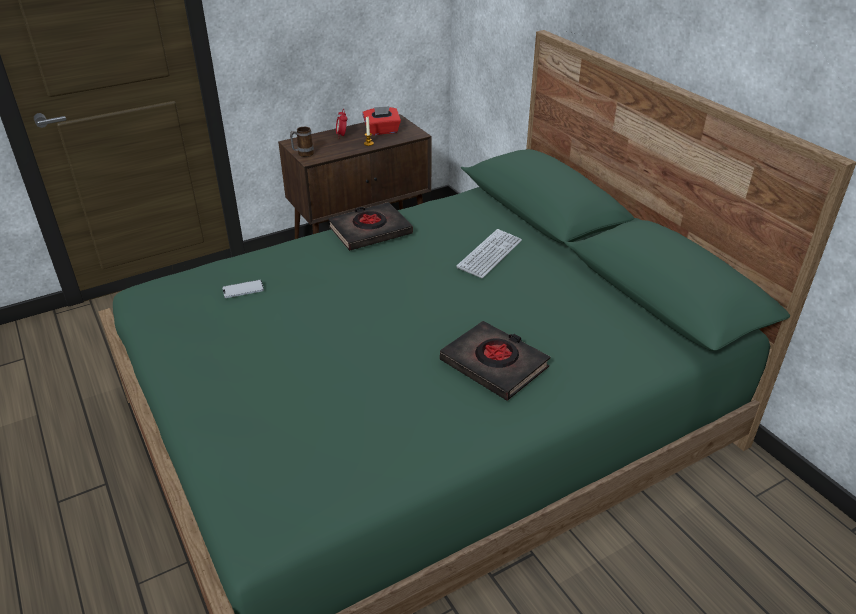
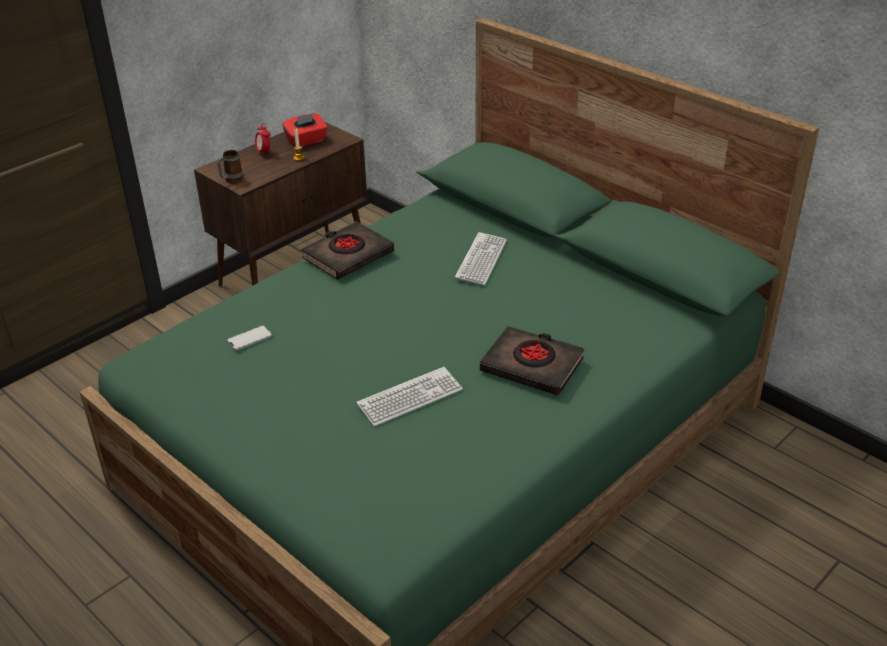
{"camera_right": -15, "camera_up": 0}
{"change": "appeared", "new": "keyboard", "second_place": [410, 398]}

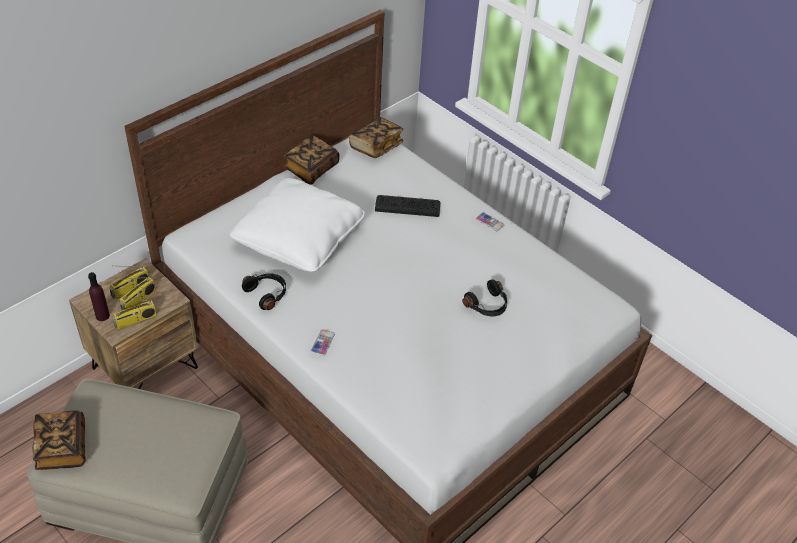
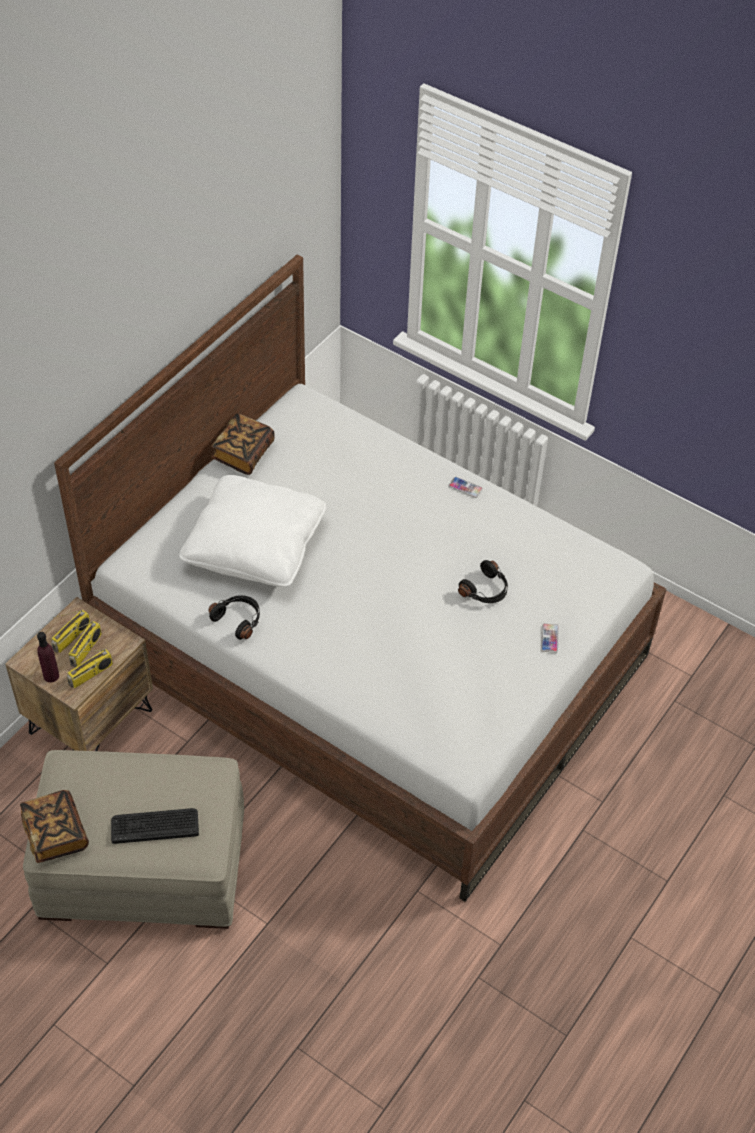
{"camera_right": -10, "camera_up": 5}
{"change": "missing", "old": "book", "first_place": [376, 146]}
{"change": "relocated", "old": "phone", "first_place": [322, 343], "second_place": [549, 638]}
{"change": "relocated", "old": "keyboard", "first_place": [407, 206], "second_place": [155, 826]}

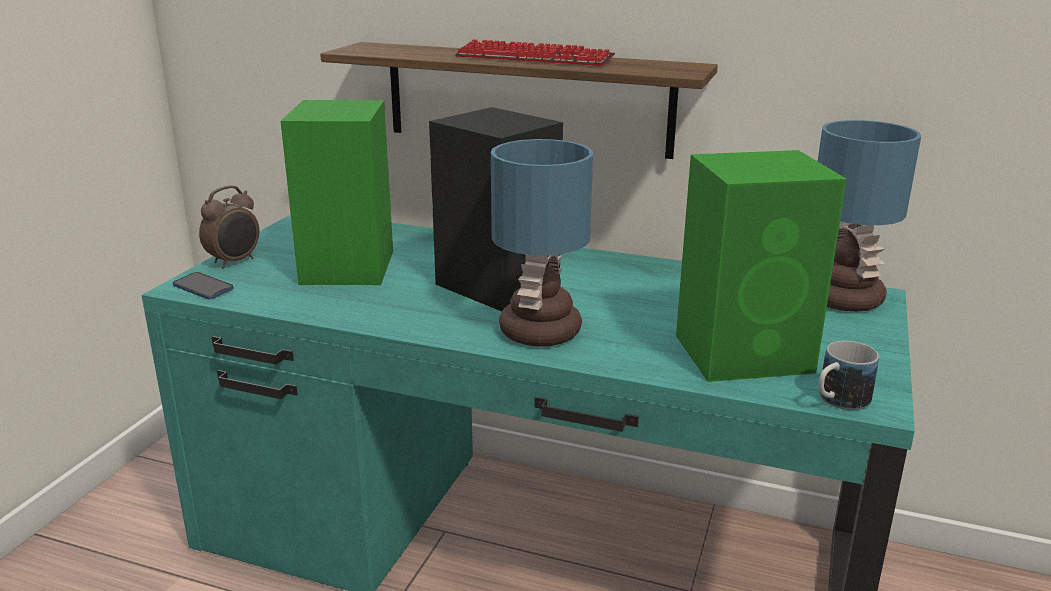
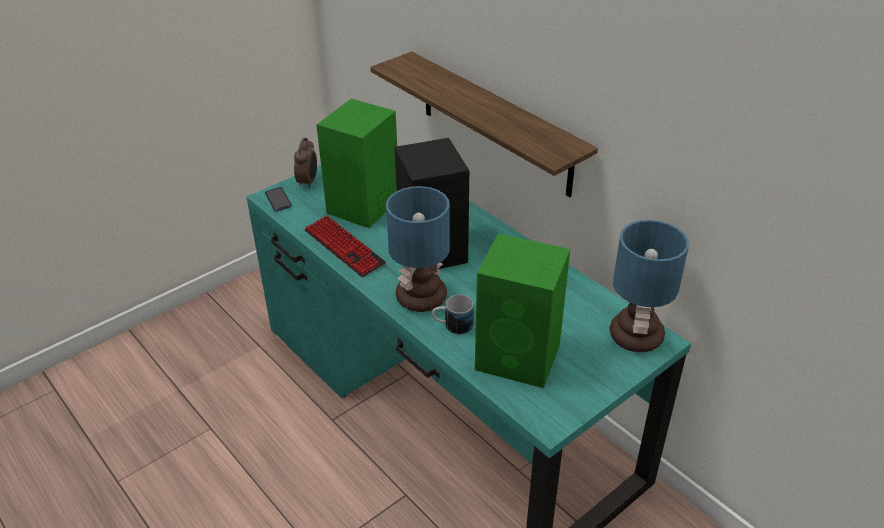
{"camera_right": 30, "camera_up": 15}
{"change": "relocated", "old": "keyboard", "first_place": [534, 58], "second_place": [344, 247]}
{"change": "relocated", "old": "mug", "first_place": [837, 401], "second_place": [452, 326]}
{"change": "spun", "old": "alarm clock", "first_place": [235, 262], "second_place": [308, 182], "degrees": -60}

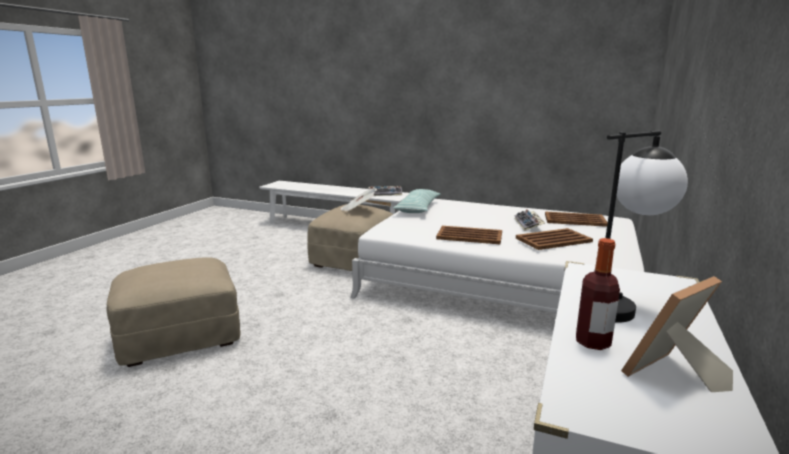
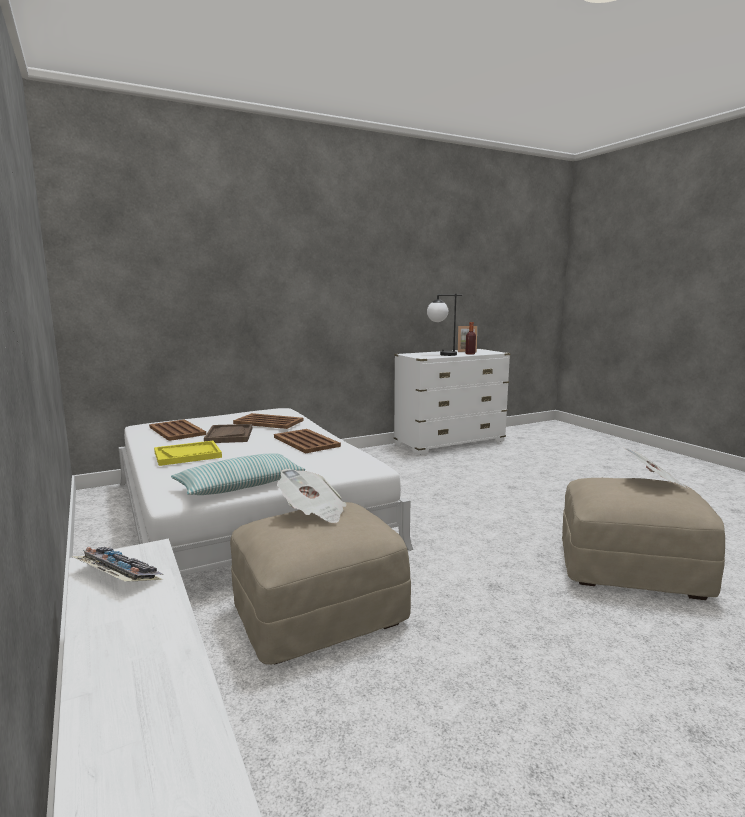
{"camera_right": -140, "camera_up": -5}
{"change": "appeared", "new": "tray/yellow", "second_place": [188, 455]}
{"change": "appeared", "new": "newspaper", "second_place": [654, 483]}
{"change": "exchanged", "old": "keyboard", "new": "tray/brown", "first_place": [529, 224], "second_place": [229, 435]}

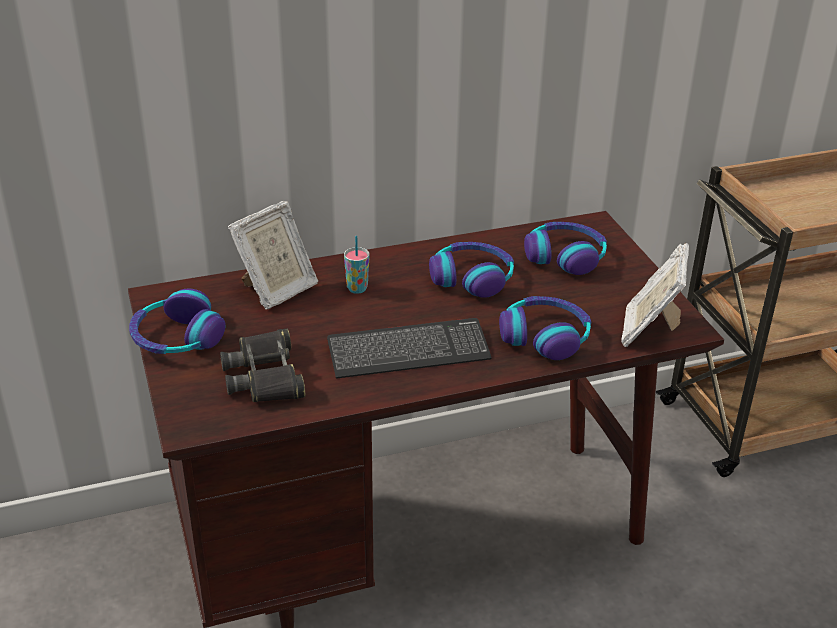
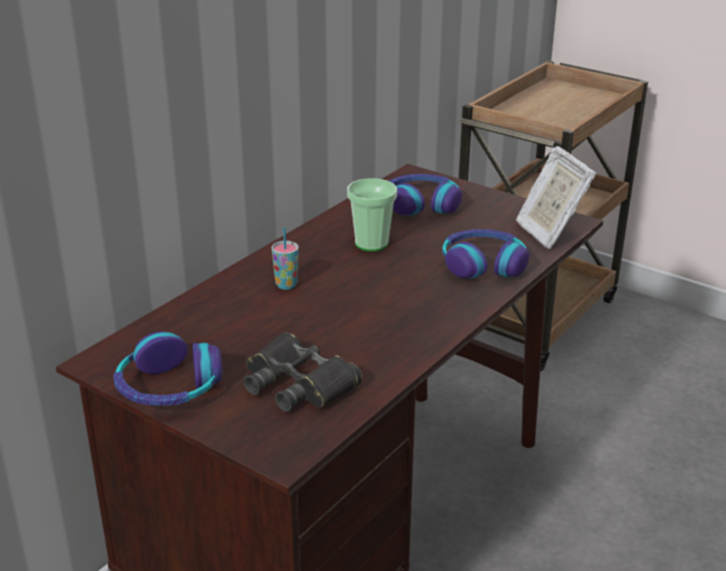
{"camera_right": -35, "camera_up": -5}
{"change": "missing", "old": "picture frame", "first_place": [276, 290]}
{"change": "missing", "old": "keyboard", "first_place": [408, 351]}
{"change": "exchanged", "old": "headphones", "new": "cup", "first_place": [472, 278], "second_place": [371, 243]}

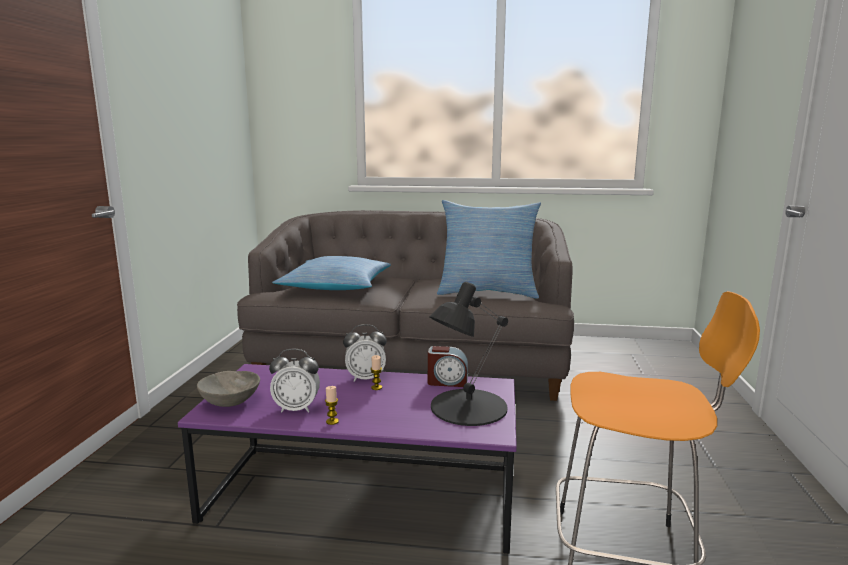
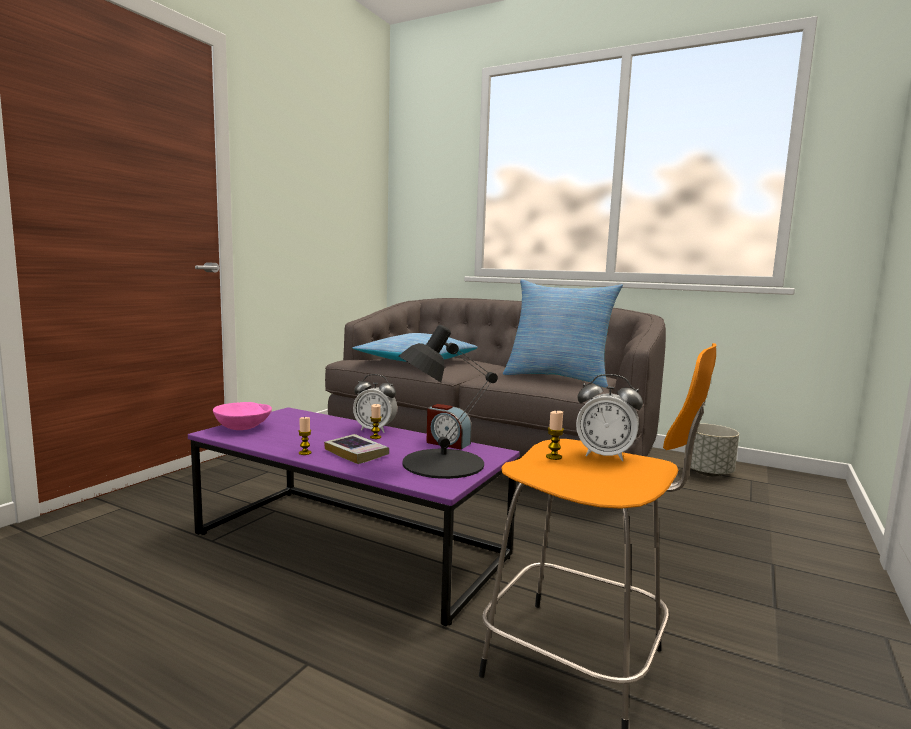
{"camera_right": 20, "camera_up": -5}
{"change": "appeared", "new": "book", "second_place": [356, 453]}
{"change": "appeared", "new": "candle", "second_place": [553, 457]}
{"change": "appeared", "new": "planter/grey", "second_place": [708, 472]}
{"change": "relocated", "old": "alarm clock", "first_place": [296, 408], "second_place": [605, 456]}
{"change": "colour", "old": "bowl/grey", "new": "bowl/pink", "first_place": [229, 401], "second_place": [242, 428]}

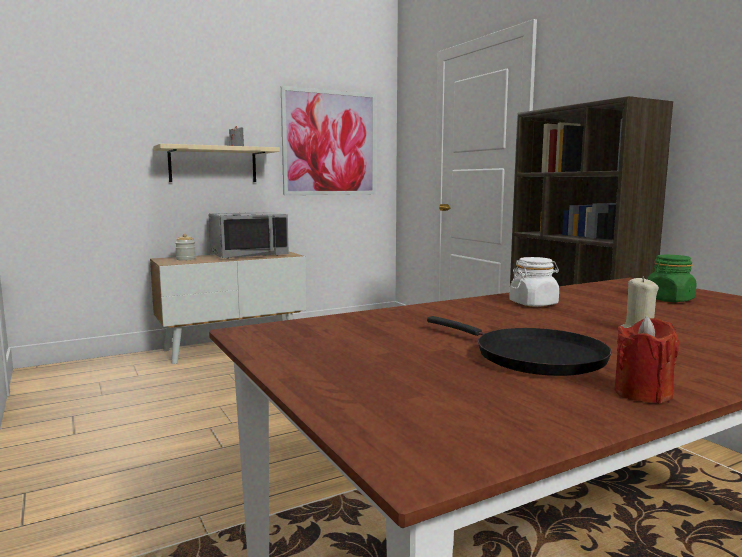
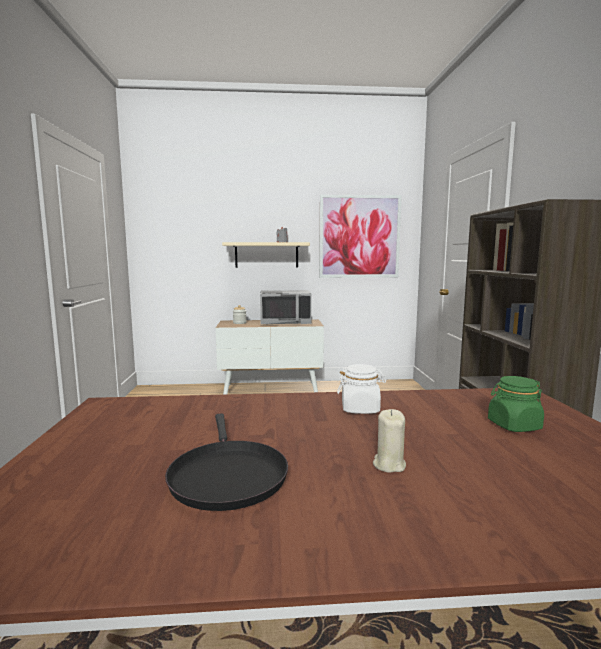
{"camera_right": 25, "camera_up": 0}
{"change": "missing", "old": "candle/red", "first_place": [642, 393]}

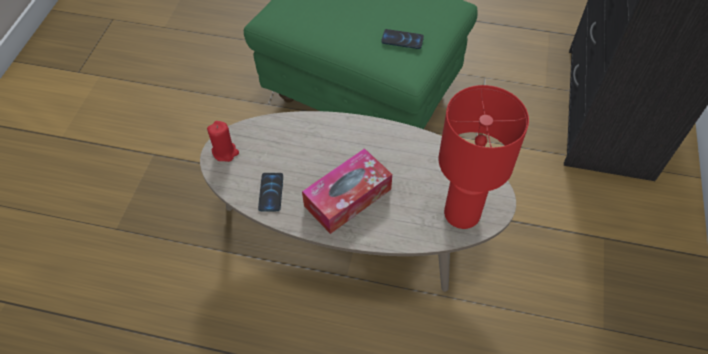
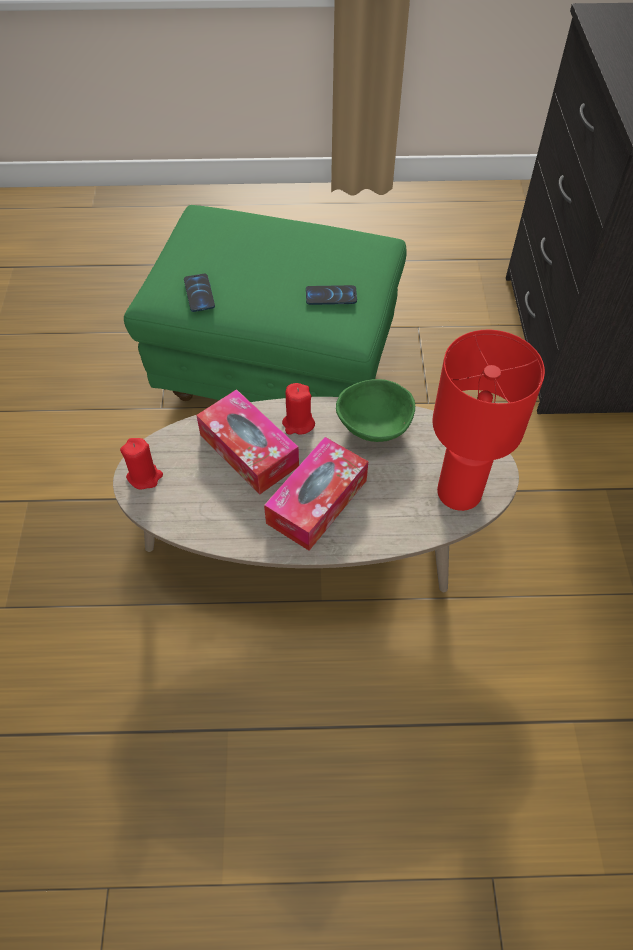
{"camera_right": -15, "camera_up": 0}
{"change": "appeared", "new": "tissue box", "second_place": [249, 450]}
{"change": "appeared", "new": "candle/red", "second_place": [298, 423]}
{"change": "appeared", "new": "bowl/green", "second_place": [373, 426]}
{"change": "relocated", "old": "phone", "first_place": [271, 192], "second_place": [199, 293]}

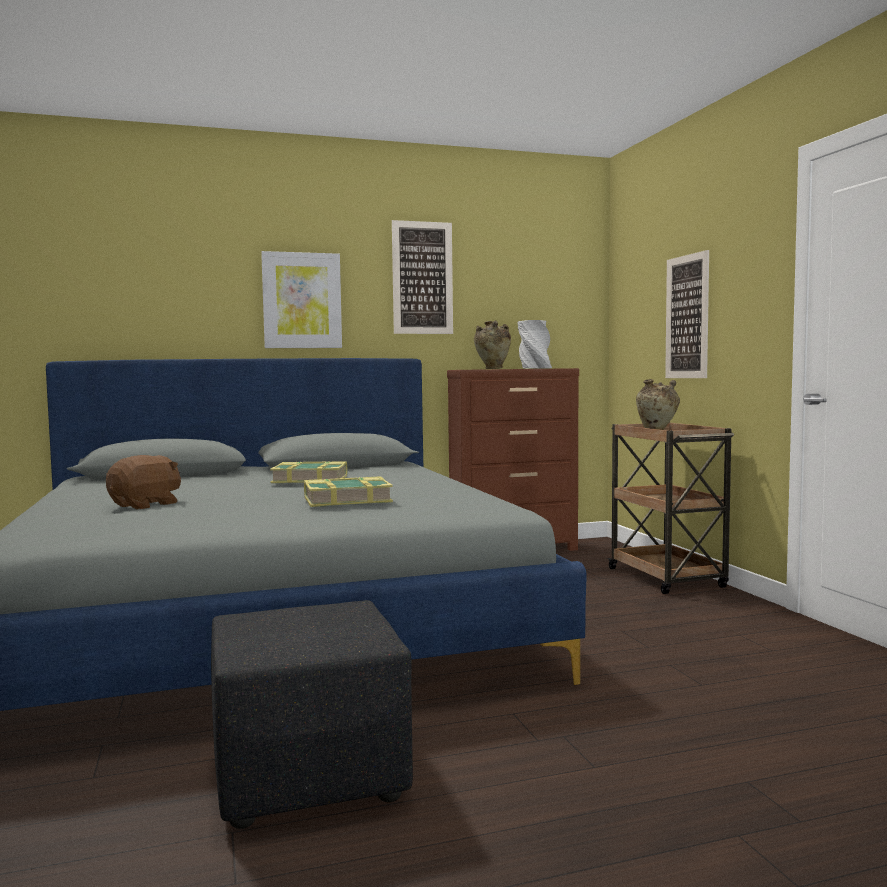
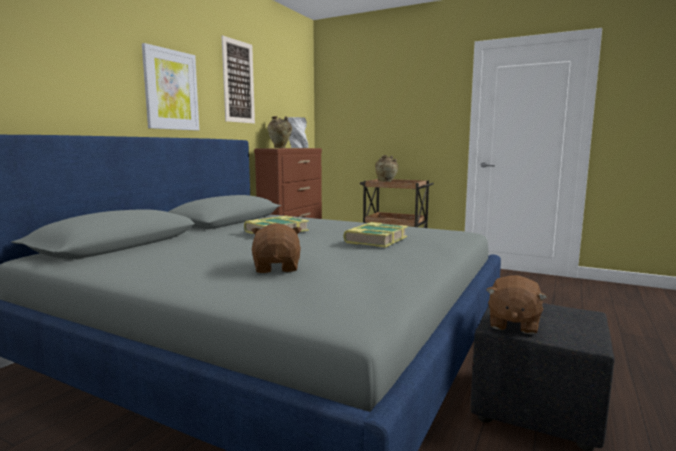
{"camera_right": -45, "camera_up": 5}
{"change": "missing", "old": "picture", "first_place": [687, 317]}
{"change": "appeared", "new": "plush toy/brown", "second_place": [512, 324]}

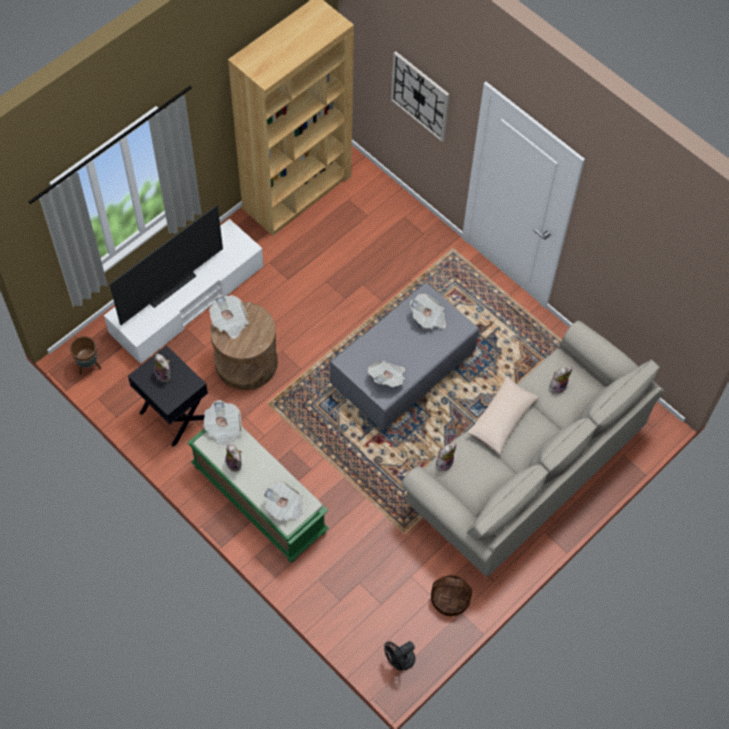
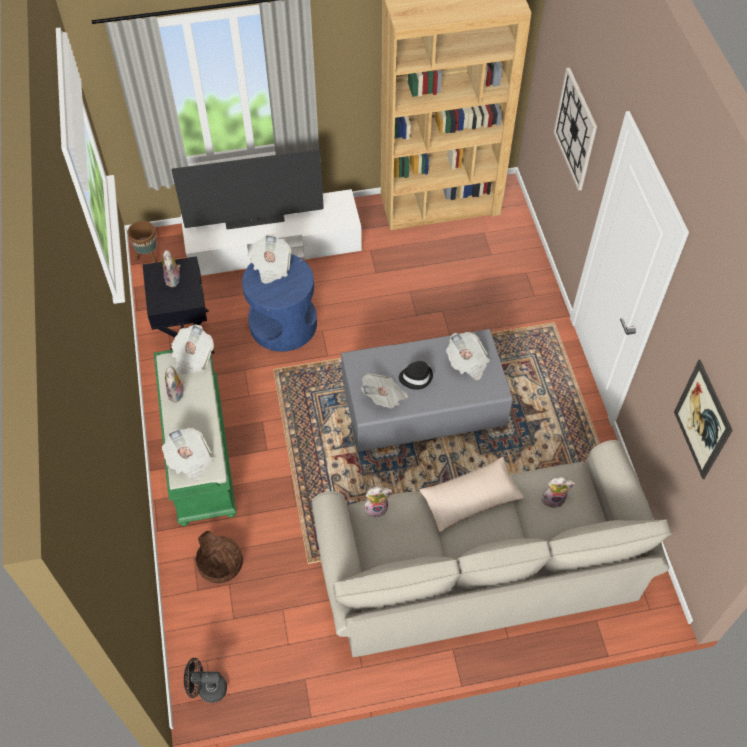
{"camera_right": 35, "camera_up": -5}
{"change": "appeared", "new": "hat/black", "second_place": [416, 377]}
{"change": "appeared", "new": "picture", "second_place": [702, 420]}
{"change": "relocated", "old": "basket", "first_place": [449, 599], "second_place": [220, 564]}
{"change": "colour", "old": "side table/brown", "new": "side table/blue", "first_place": [246, 362], "second_place": [283, 323]}

